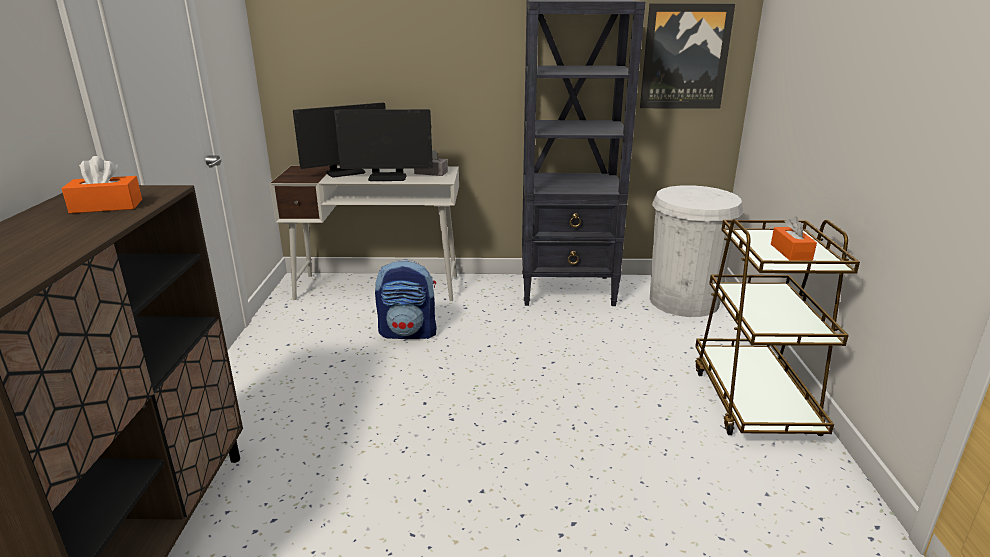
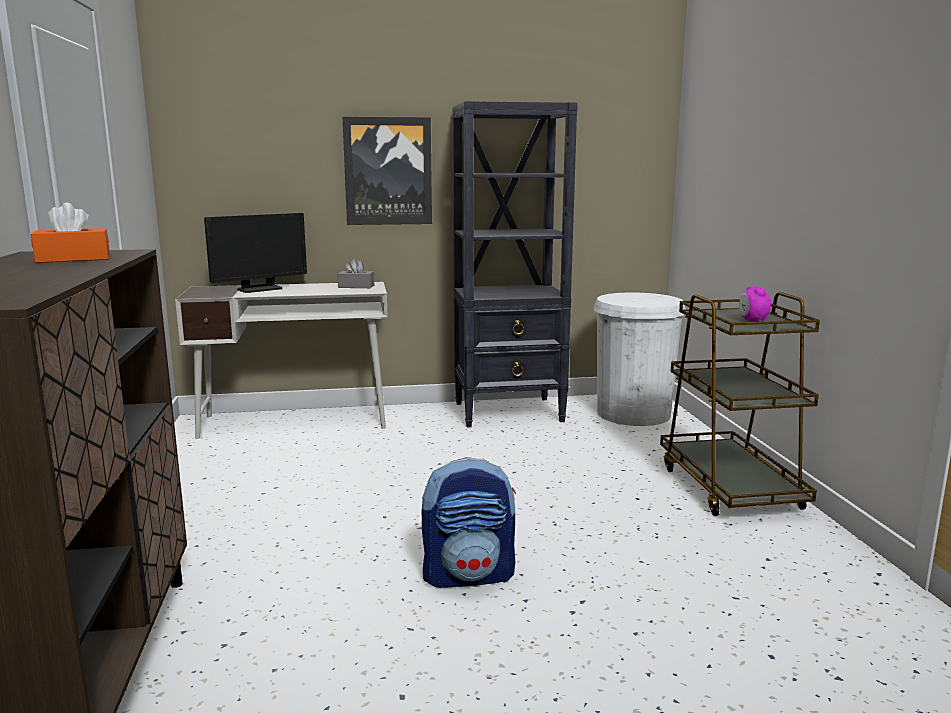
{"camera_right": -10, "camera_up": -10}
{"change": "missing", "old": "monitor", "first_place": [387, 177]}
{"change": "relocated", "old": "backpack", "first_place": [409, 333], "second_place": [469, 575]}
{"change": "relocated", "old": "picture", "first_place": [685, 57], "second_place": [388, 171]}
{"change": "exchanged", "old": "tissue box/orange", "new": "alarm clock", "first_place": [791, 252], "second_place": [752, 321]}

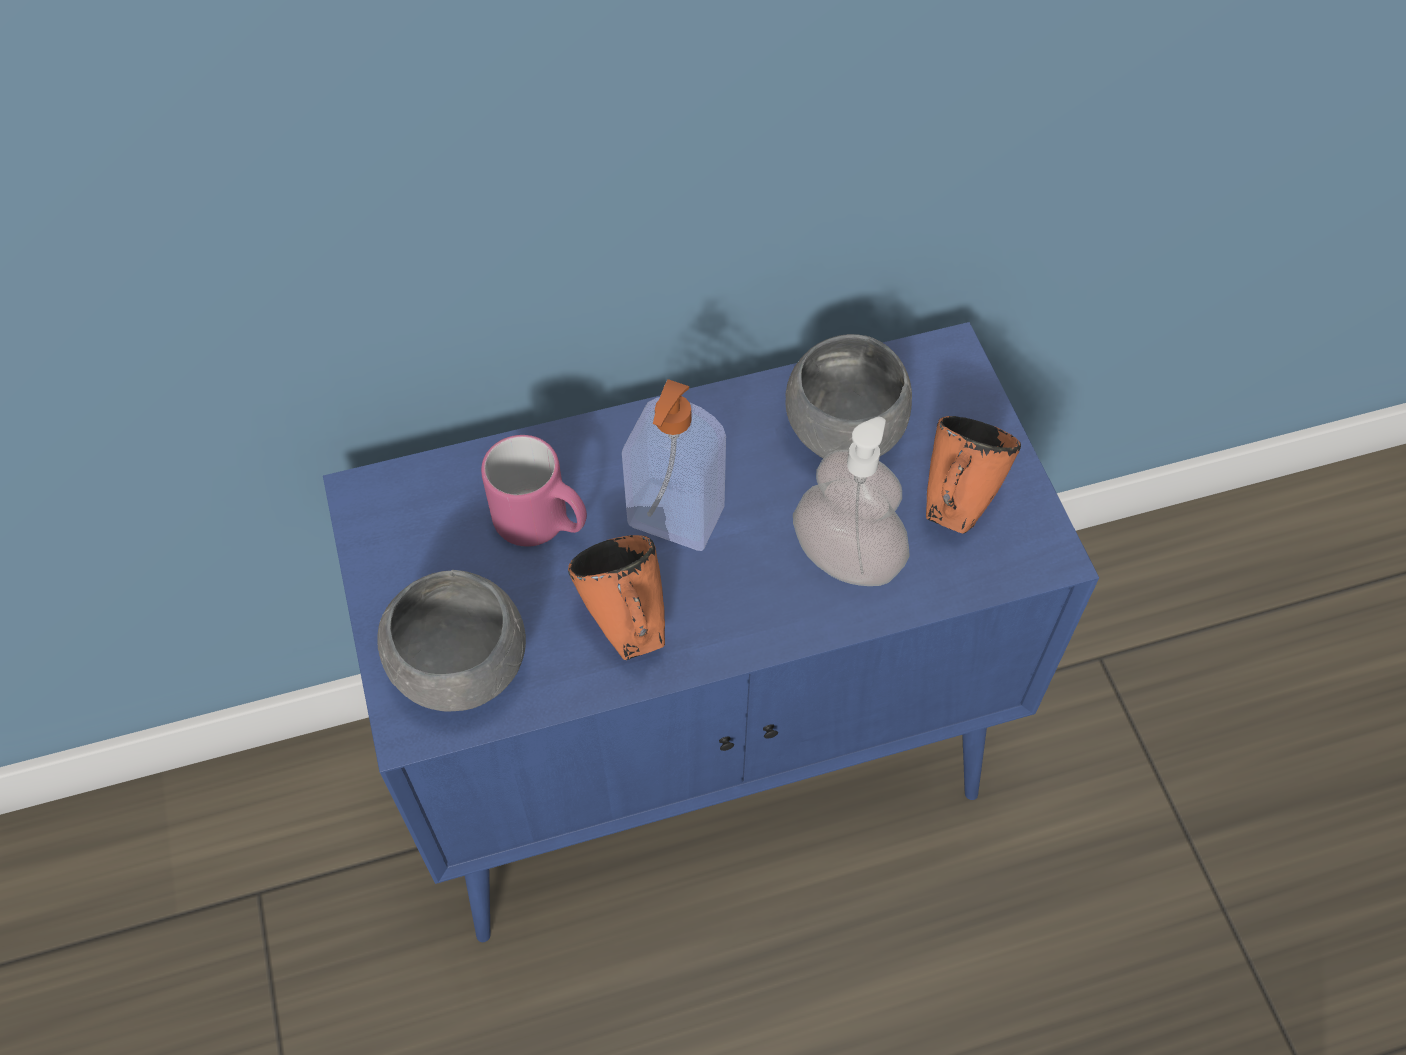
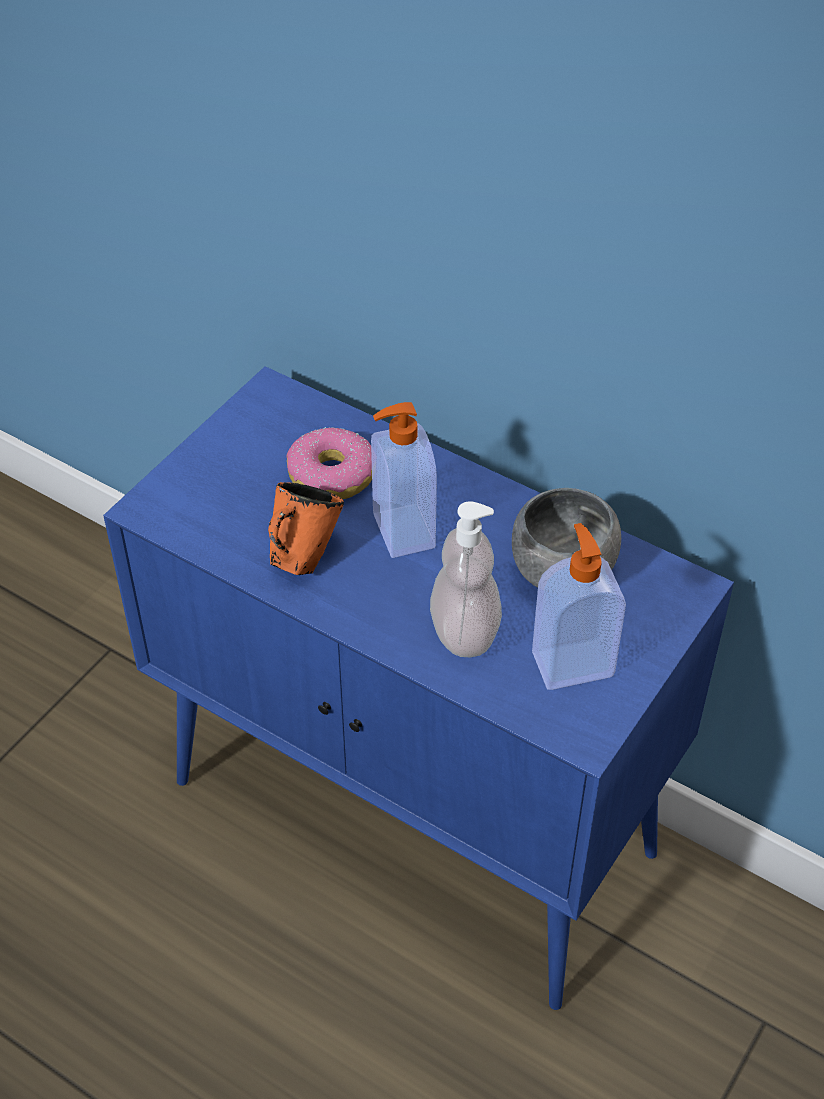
{"camera_right": 50, "camera_up": -10}
{"change": "missing", "old": "bowl/grey", "first_place": [461, 668]}
{"change": "exchanged", "old": "mug/pink", "new": "donut", "first_place": [542, 524], "second_place": [332, 475]}
{"change": "exchanged", "old": "mug/orange", "new": "soap dispenser", "first_place": [956, 503], "second_place": [571, 662]}

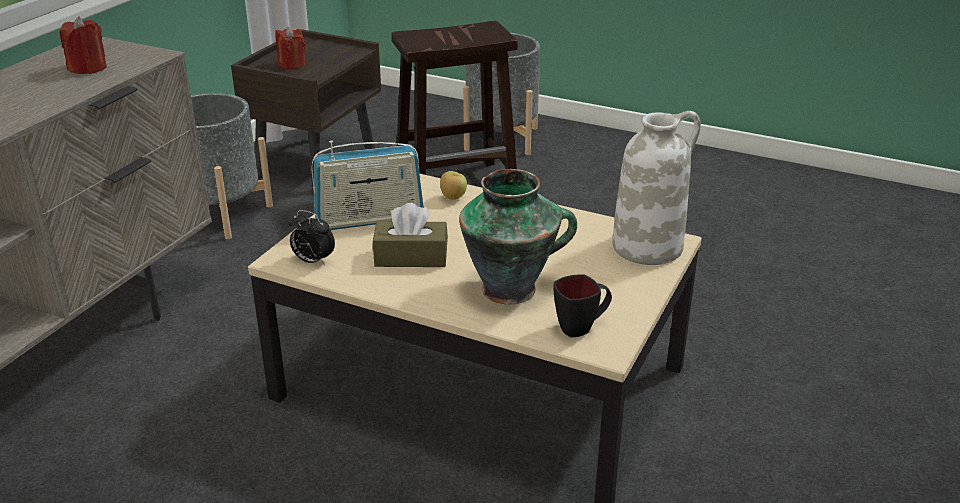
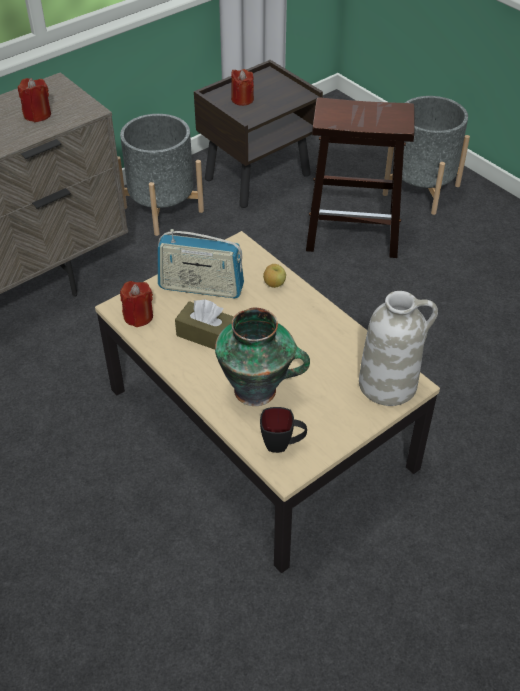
{"camera_right": 25, "camera_up": 15}
{"change": "exchanged", "old": "alarm clock", "new": "candle/red", "first_place": [312, 261], "second_place": [138, 316]}

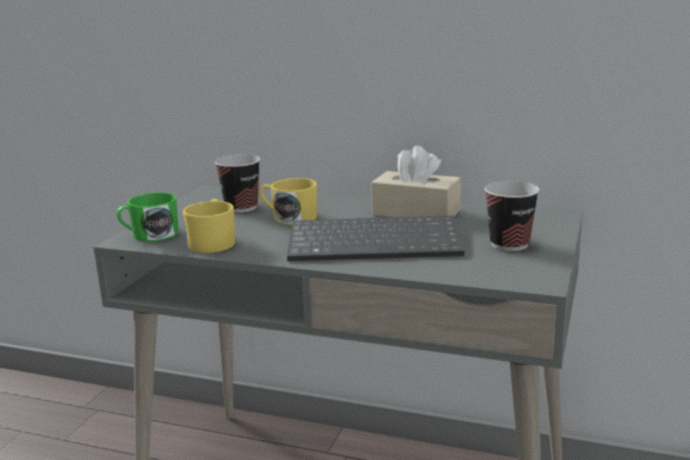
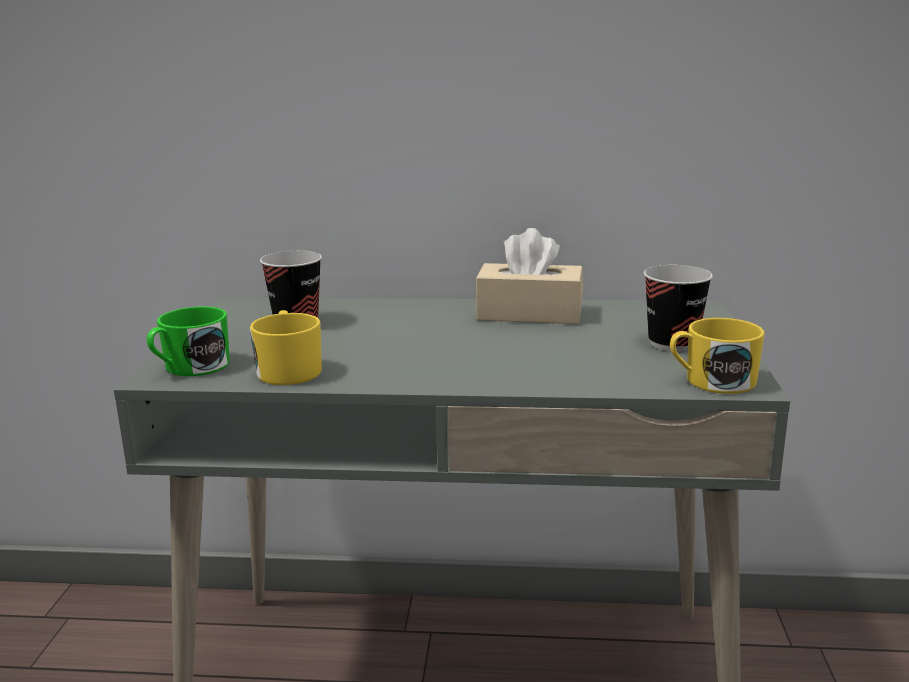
{"camera_right": -15, "camera_up": 0}
{"change": "missing", "old": "keyboard", "first_place": [376, 242]}
{"change": "relocated", "old": "mug/yellow", "first_place": [289, 217], "second_place": [711, 381]}

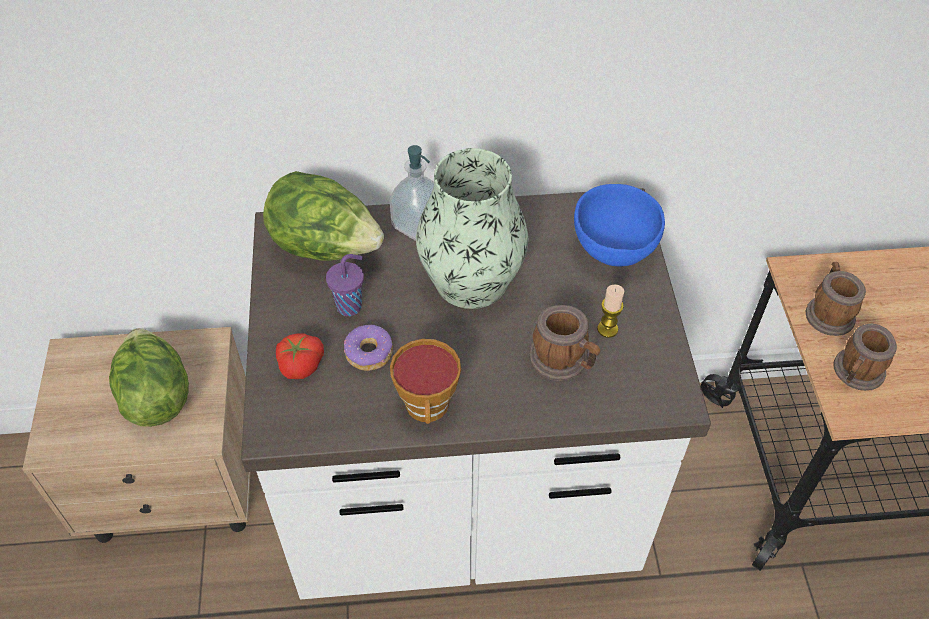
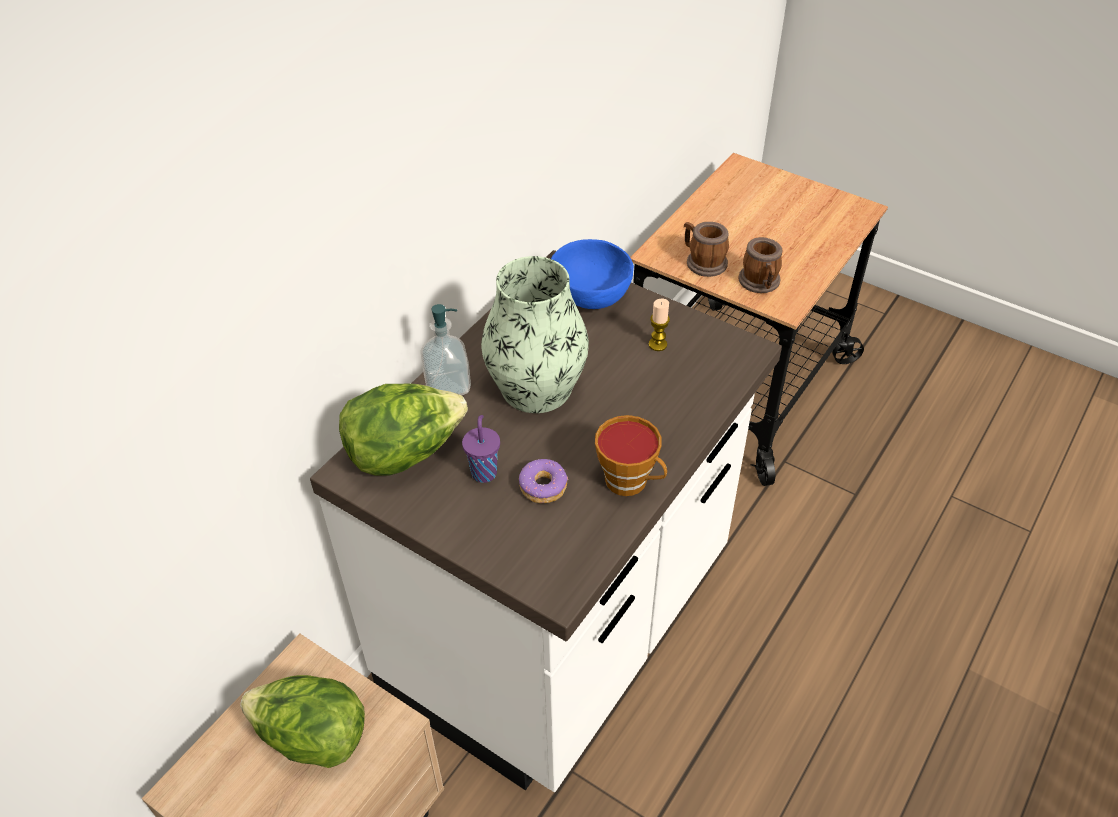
{"camera_right": -50, "camera_up": -5}
{"change": "missing", "old": "tomato", "first_place": [299, 364]}
{"change": "missing", "old": "mug", "first_place": [564, 361]}

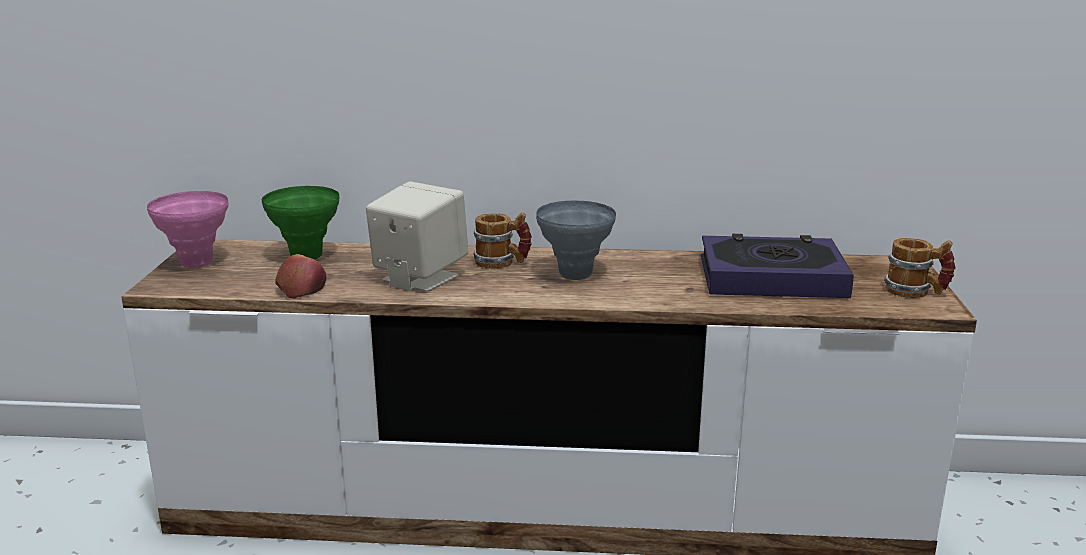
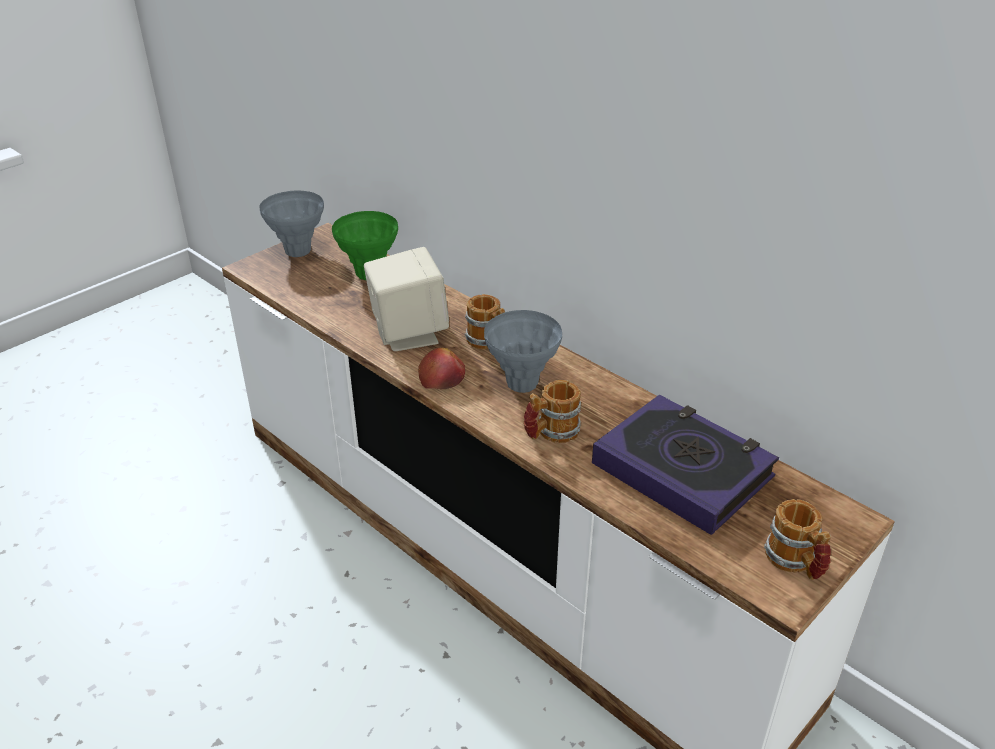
{"camera_right": 40, "camera_up": 15}
{"change": "appeared", "new": "mug", "second_place": [551, 433]}
{"change": "relocated", "old": "apple", "first_place": [301, 288], "second_place": [442, 378]}
{"change": "colour", "old": "vase/pink", "new": "vase/grey", "first_place": [196, 263], "second_place": [298, 252]}

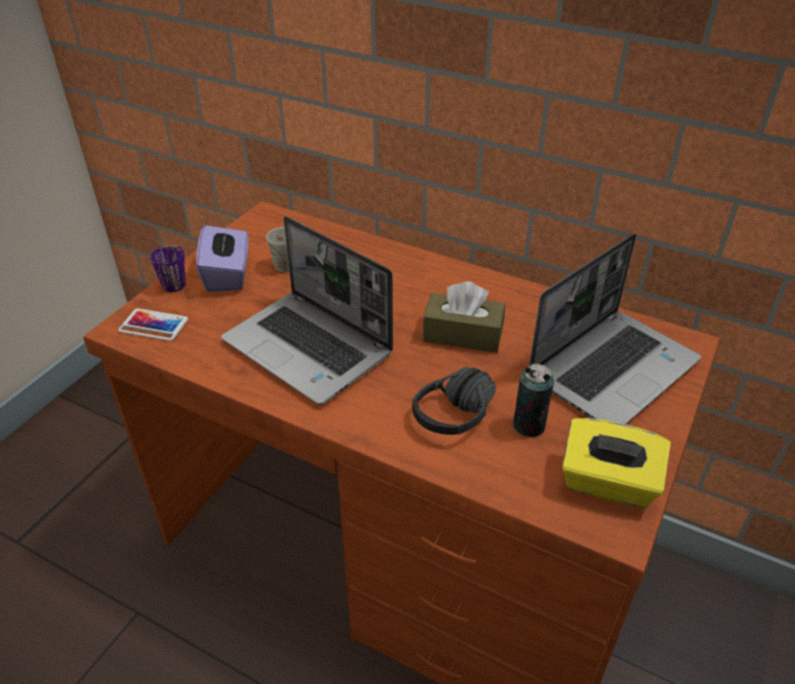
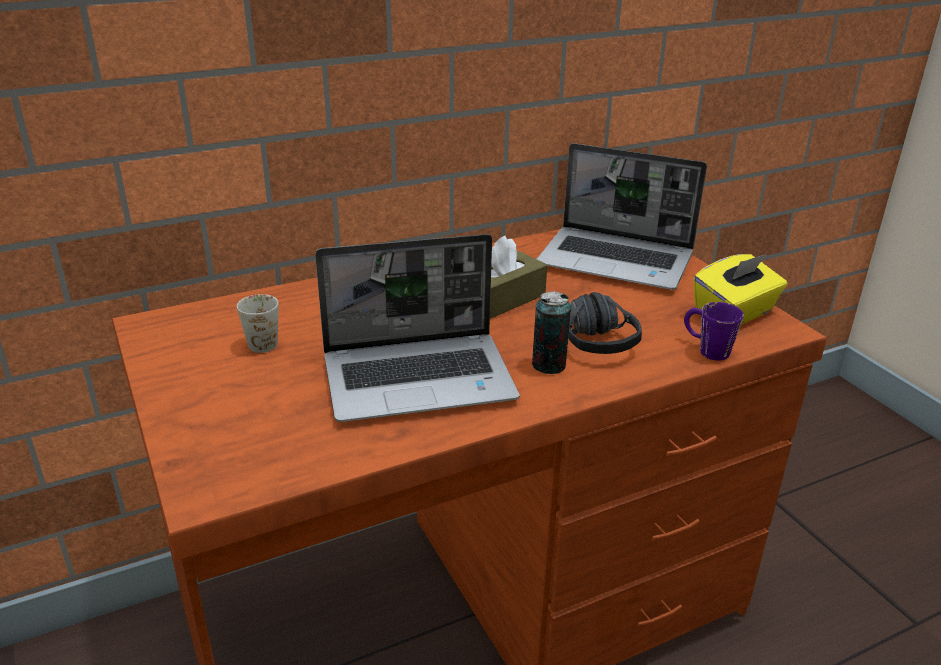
{"camera_right": -55, "camera_up": -10}
{"change": "missing", "old": "phone", "first_place": [153, 325]}
{"change": "missing", "old": "tissue box/purple", "first_place": [228, 275]}
{"change": "relocated", "old": "mug/purple", "first_place": [177, 280], "second_place": [705, 349]}
{"change": "relocated", "old": "can", "first_place": [528, 425], "second_place": [548, 365]}
{"change": "spun", "old": "laptop", "first_place": [612, 368], "second_place": [617, 261], "degrees": 120}

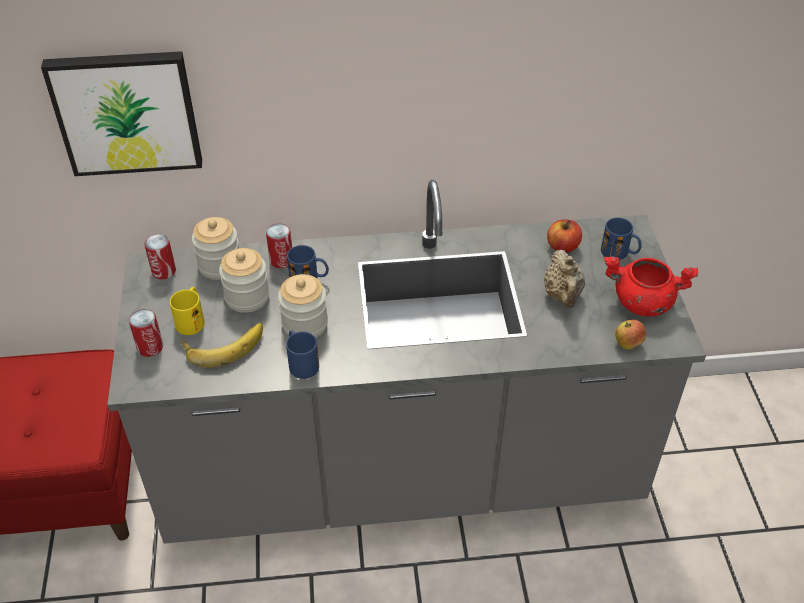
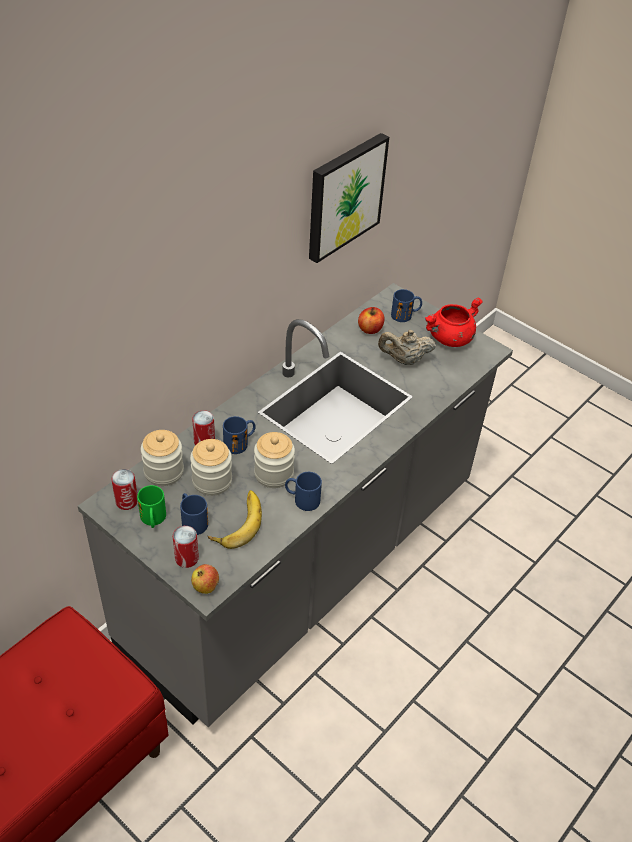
{"camera_right": -45, "camera_up": 0}
{"change": "appeared", "new": "mug/green", "second_place": [153, 520]}
{"change": "relocated", "old": "picture", "first_place": [126, 112], "second_place": [344, 196]}
{"change": "relocated", "old": "apple", "first_place": [628, 343], "second_place": [205, 586]}
{"change": "colour", "old": "mug/yellow", "new": "mug/blue", "first_place": [191, 319], "second_place": [192, 520]}
{"change": "spun", "old": "teapot/beige", "first_place": [562, 296], "second_place": [404, 360], "degrees": 135}

